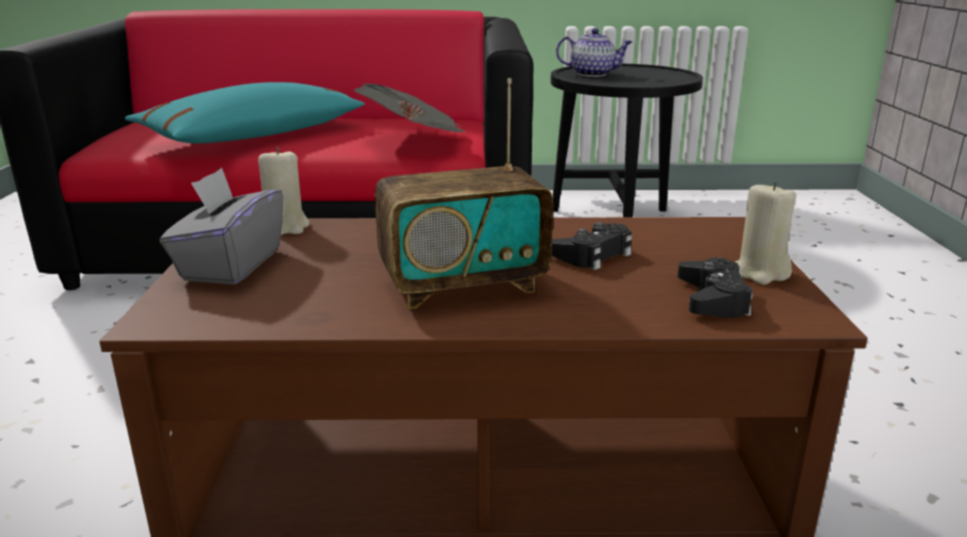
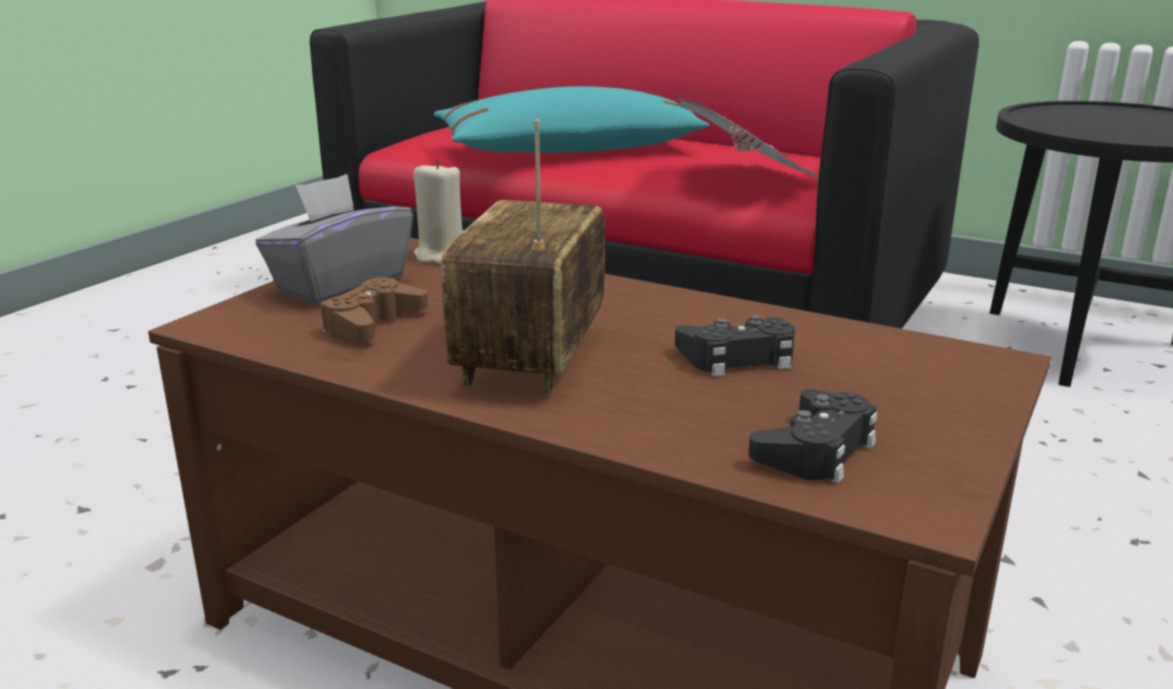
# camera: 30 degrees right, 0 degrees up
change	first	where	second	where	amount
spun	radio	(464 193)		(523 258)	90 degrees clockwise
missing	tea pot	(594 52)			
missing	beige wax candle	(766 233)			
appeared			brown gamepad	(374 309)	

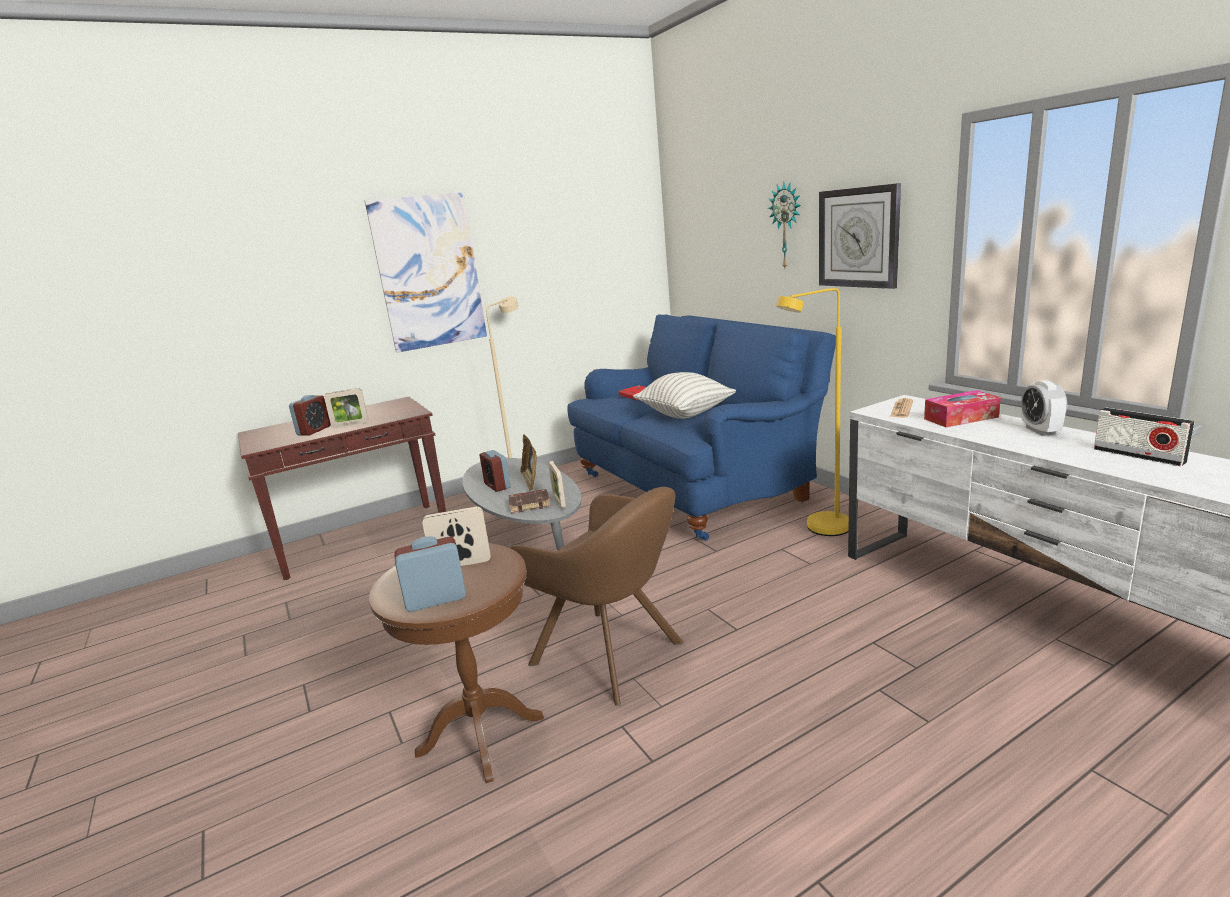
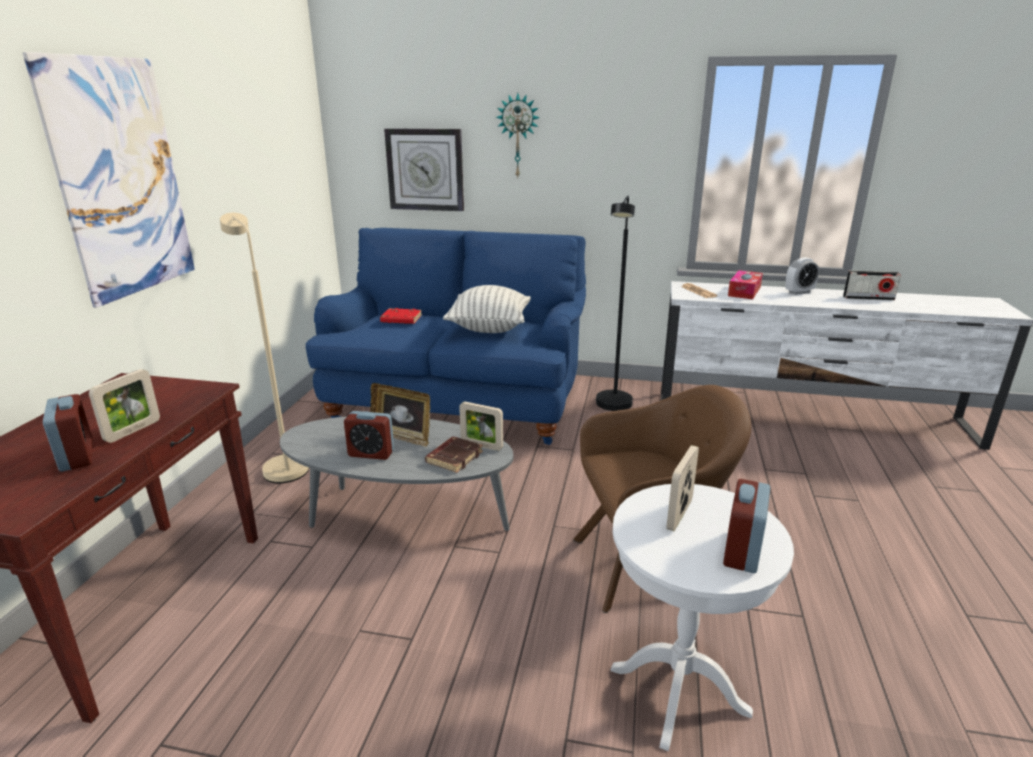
# camera: 50 degrees left, 5 degrees up
change	first	where	second	where	amount
colour	brown end table	(456 663)	white-coloured end table	(702 617)	
colour	yellow-coloured floor lamp	(812 412)	black floor lamp	(615 303)	
relocated	clock on the wall	(860 236)		(424 169)	
spun	bedside clock	(1044 408)		(802 276)	60 degrees counterclockwise

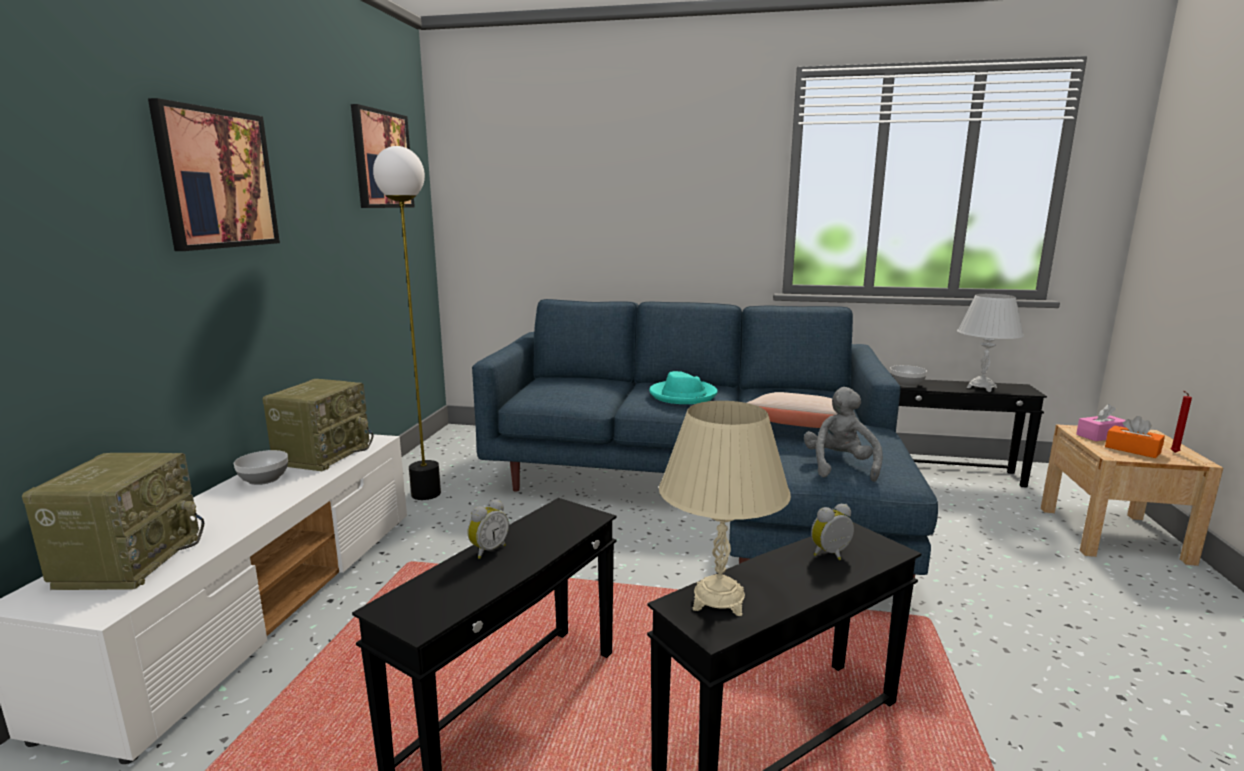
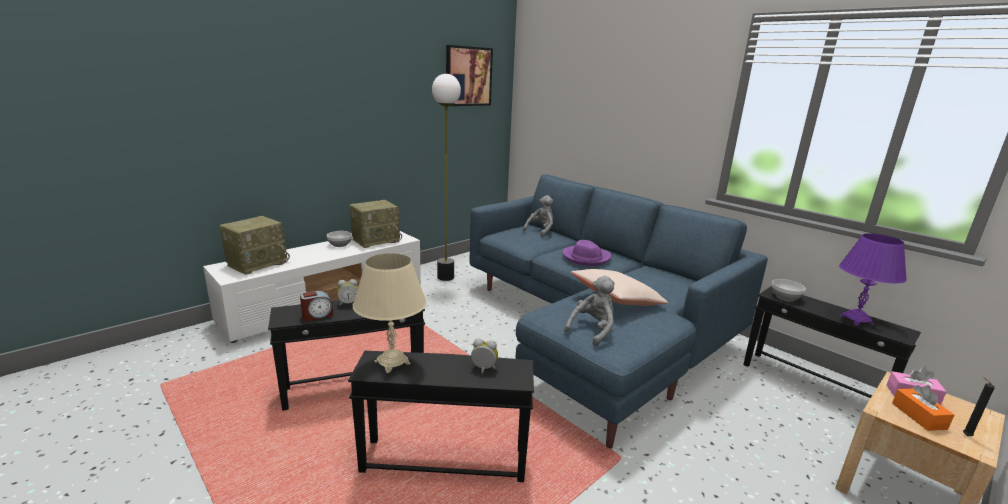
# camera: 35 degrees right, 5 degrees up
change	first	where	second	where	amount
missing	wall art	(214 174)			
colour	turquoise hat	(683 387)	purple-coloured hat	(586 253)	
colour	white-coloured table lamp	(990 343)	purple-coloured table lamp	(873 279)	
colour	reddish wax candle	(1181 422)	black wax candle	(979 406)	
appeared			bedside clock	(316 306)	
appeared			gray soft toy	(538 216)	

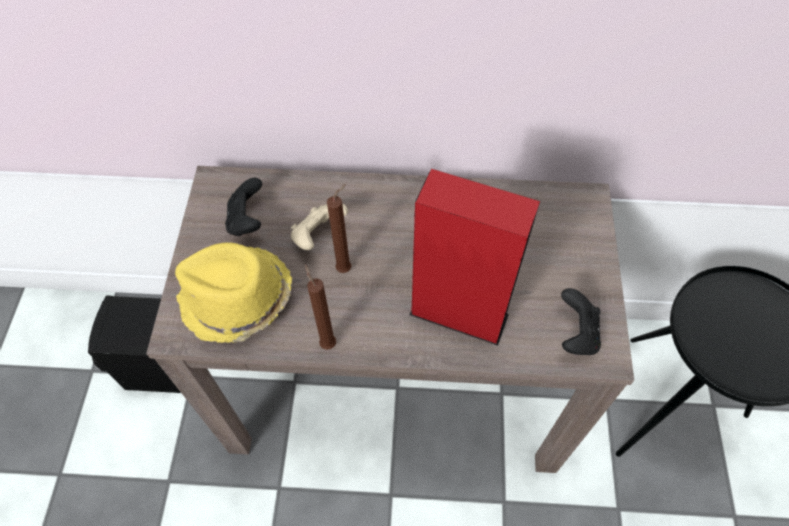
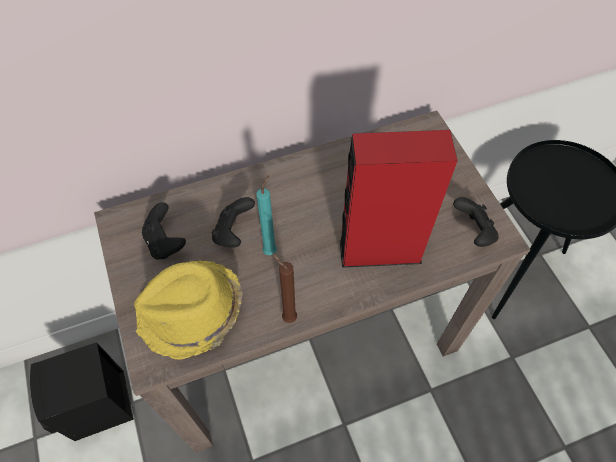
# camera: 25 degrees left, 0 degrees up
change	first	where	second	where	amount
colour	beige gamepad	(319 226)	black gamepad	(233 222)	
colour	brown wax candle	(339 228)	turquoise wax candle	(266 215)	

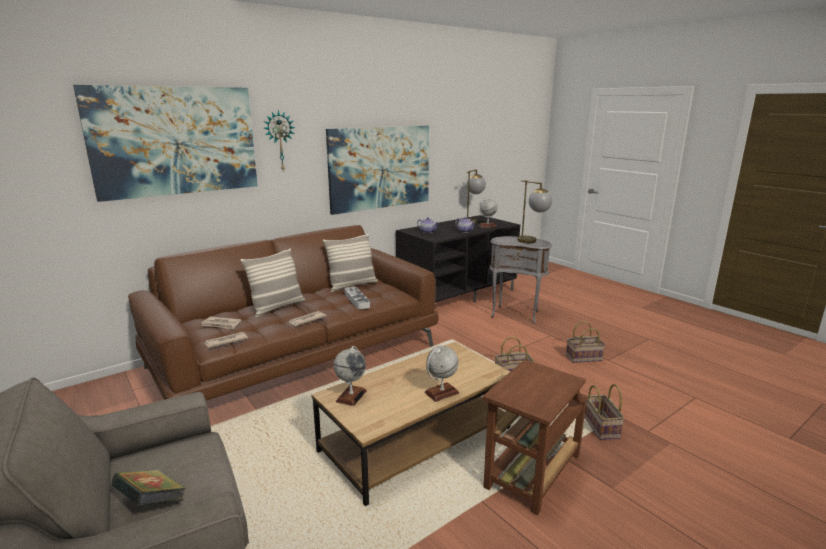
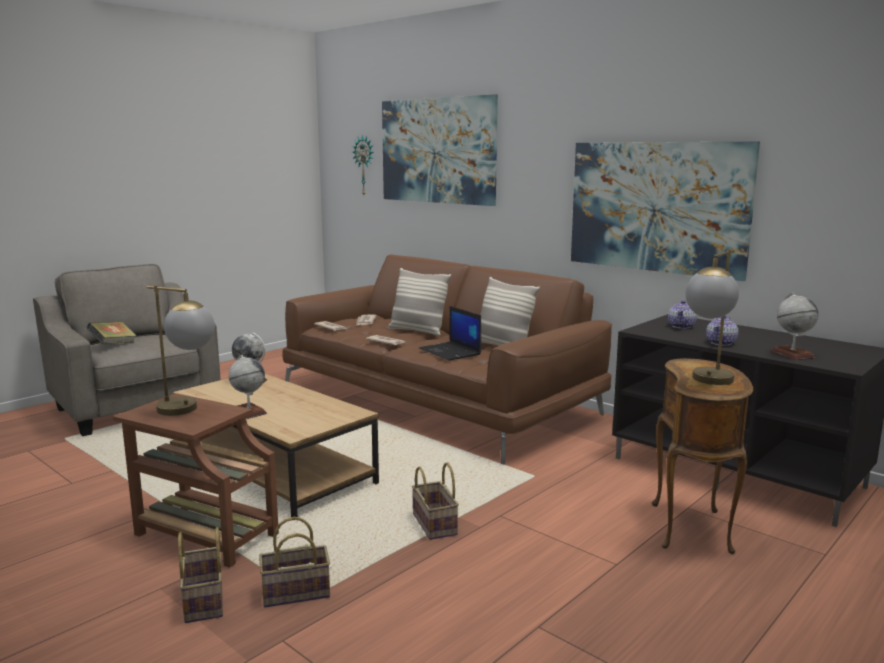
# camera: 80 degrees right, 5 degrees down
change	first	where	second	where	amount
relocated	clock on the wall	(279 140)		(363 165)	
exchanged	gray carrying tray	(357 298)	portable computer	(450 333)	
relocated	table lamp	(476 196)		(180 350)	
colour	gray end table	(520 279)	brown end table	(702 456)	
relocated	basket	(585 342)		(200 575)	

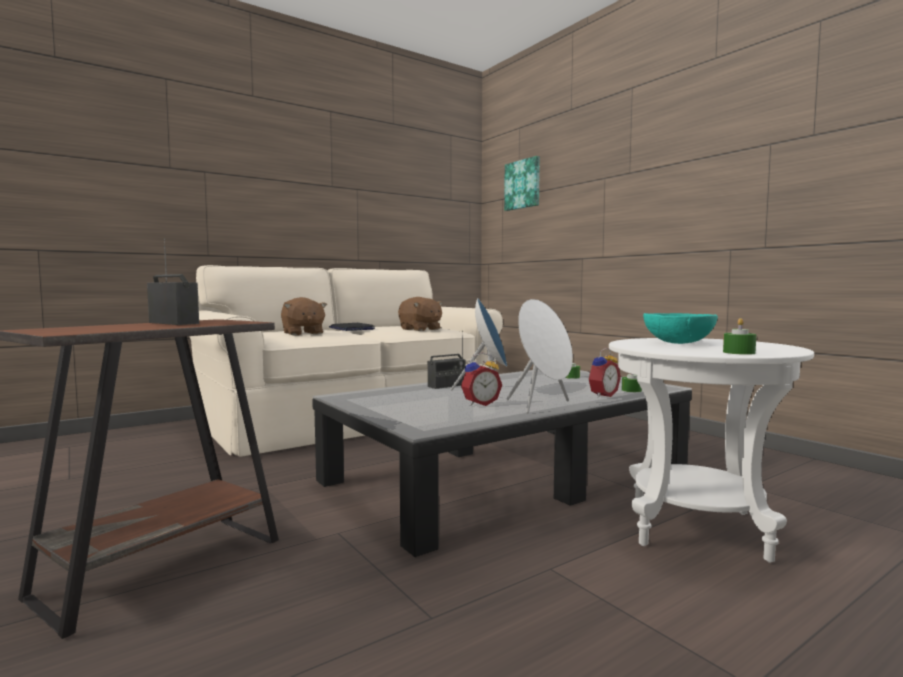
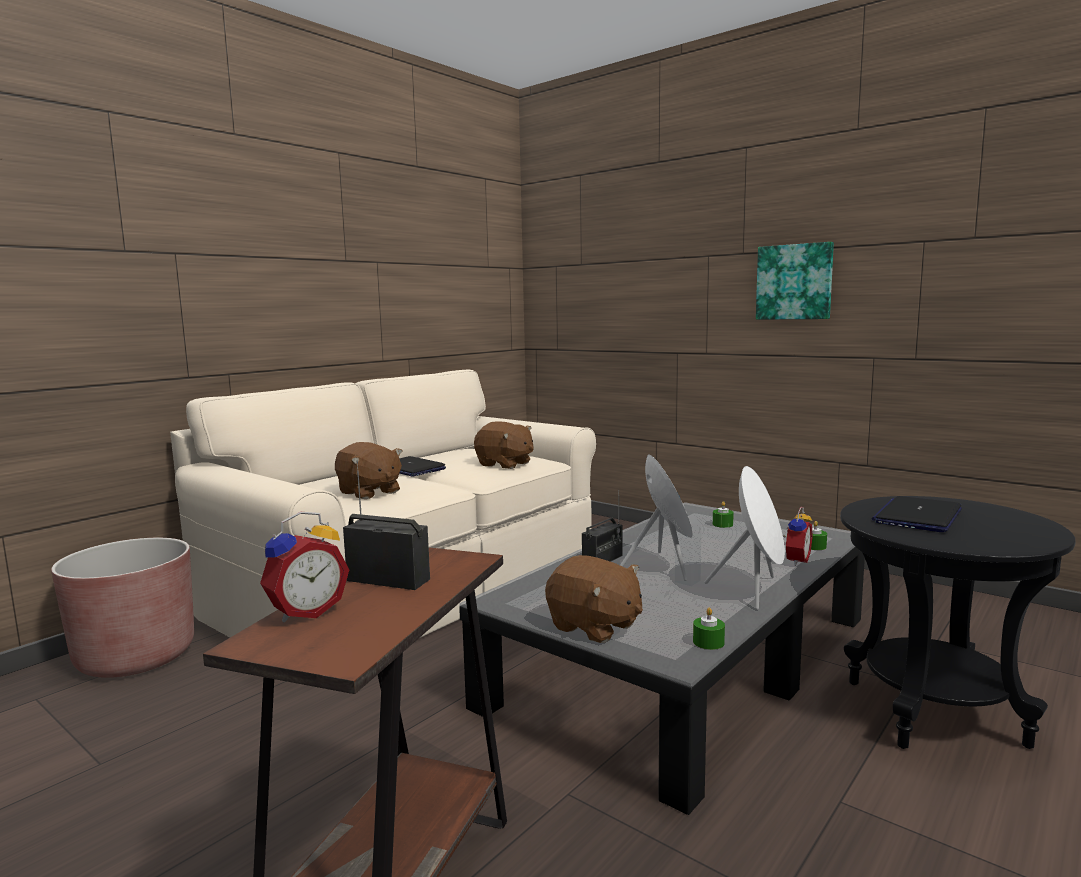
# camera: 15 degrees left, 5 degrees up
change	first	where	second	where	amount
relocated	bedside clock	(481 379)		(304 567)	
relocated	wall art	(522 183)		(795 281)	
colour	white-coloured end table	(711 450)	black end table	(957 622)	
exchanged	turquoise deep dish	(680 328)	portable computer	(917 514)	
relocated	green wax candle	(739 336)		(709 629)	
appeared			brown planter	(122 608)	
appeared			brown soft toy	(594 599)	

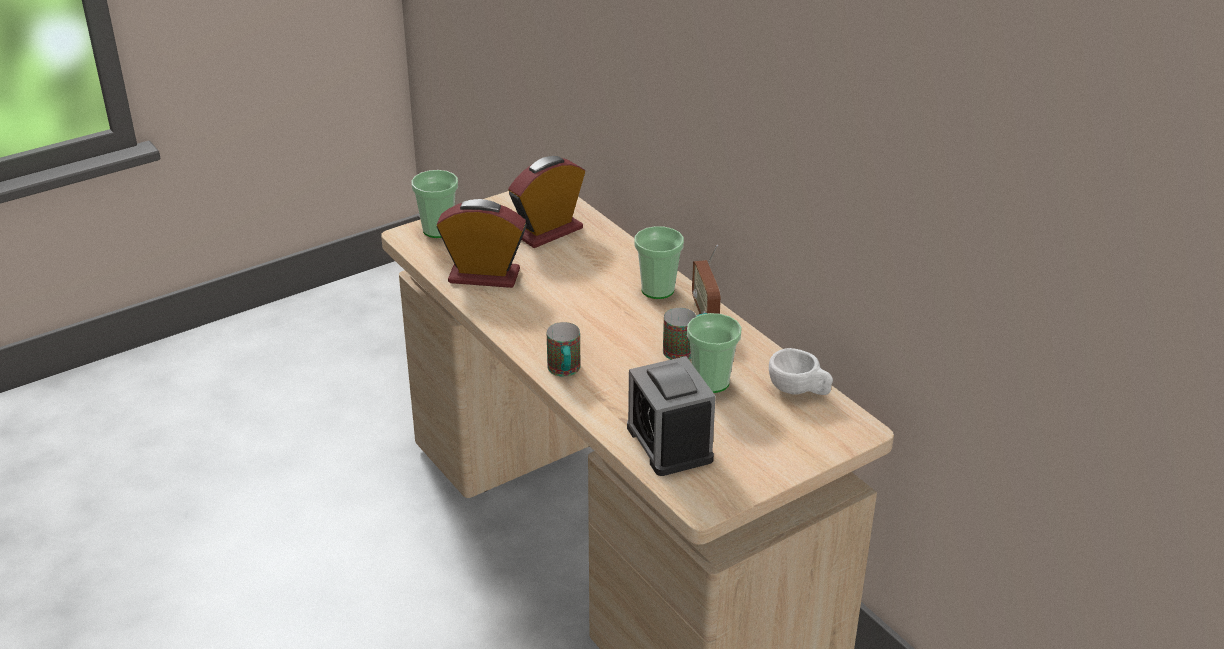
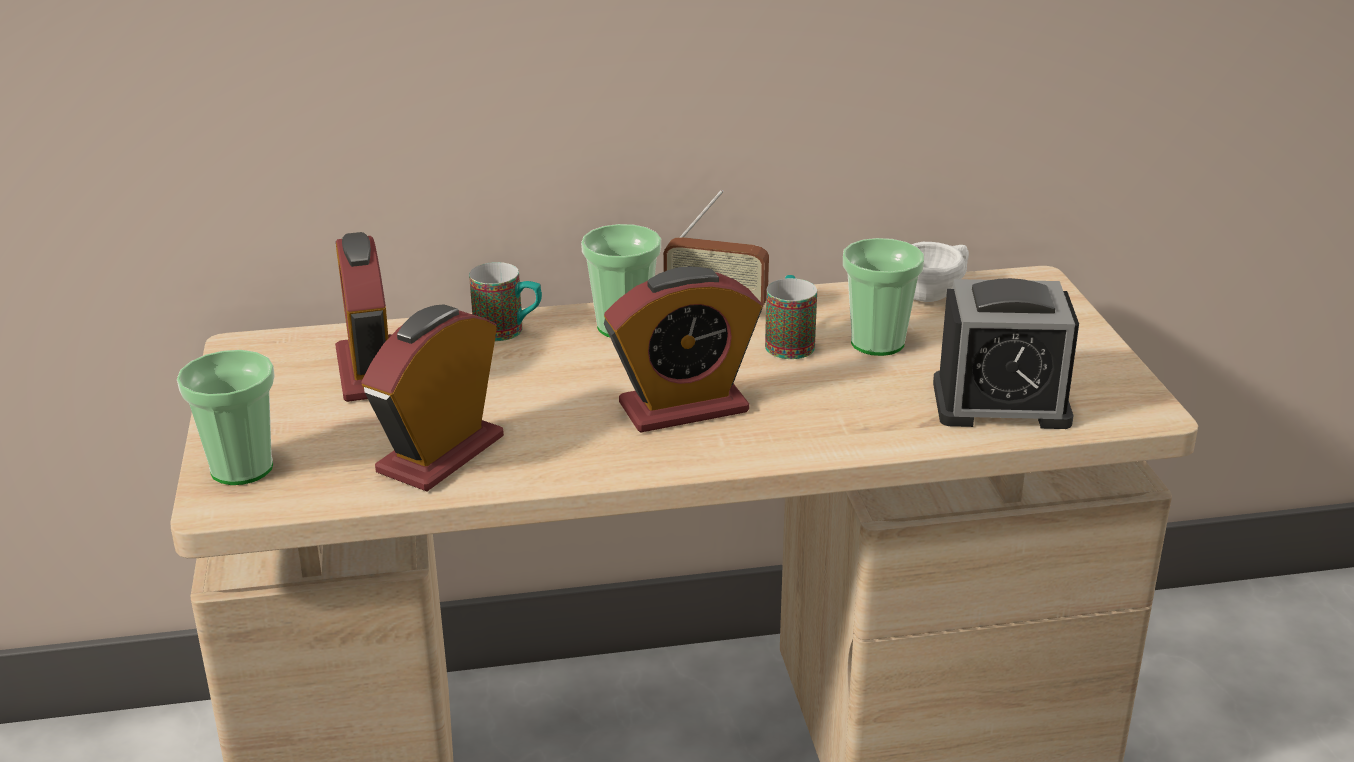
# camera: 65 degrees left, 5 degrees down
change	first	where	second	where	amount
relocated	mug	(564 349)		(505 301)	
appeared			bedside clock	(683 350)	

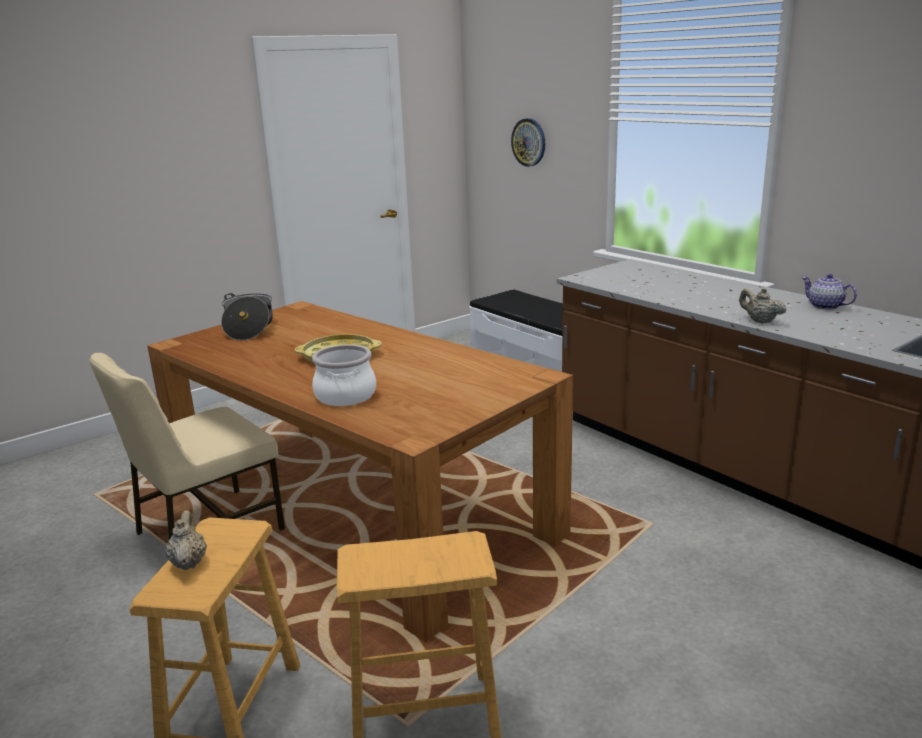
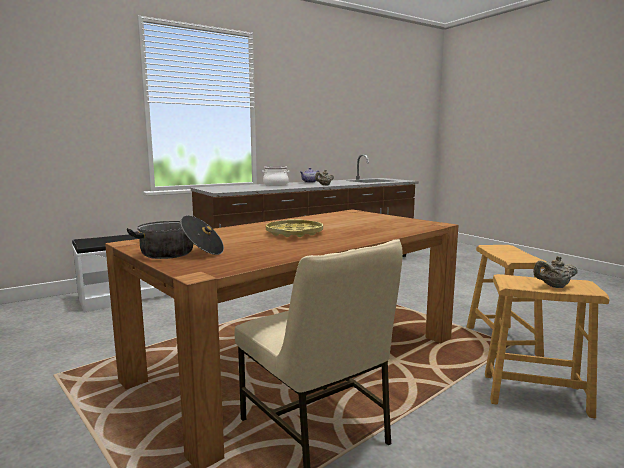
# camera: 85 degrees left, 10 degrees down
change	first	where	second	where	amount
relocated	saucepot	(344 375)		(275 176)	
missing	clock on the wall	(528 142)			

